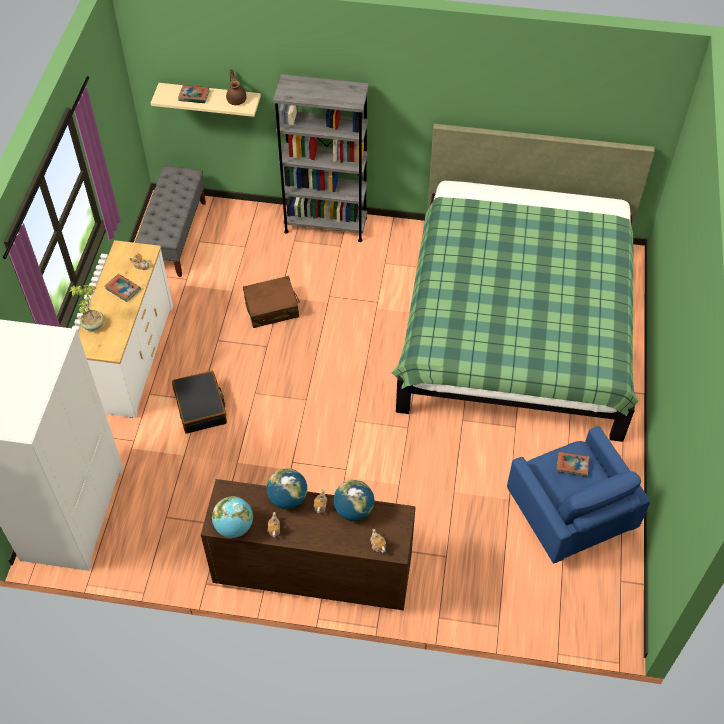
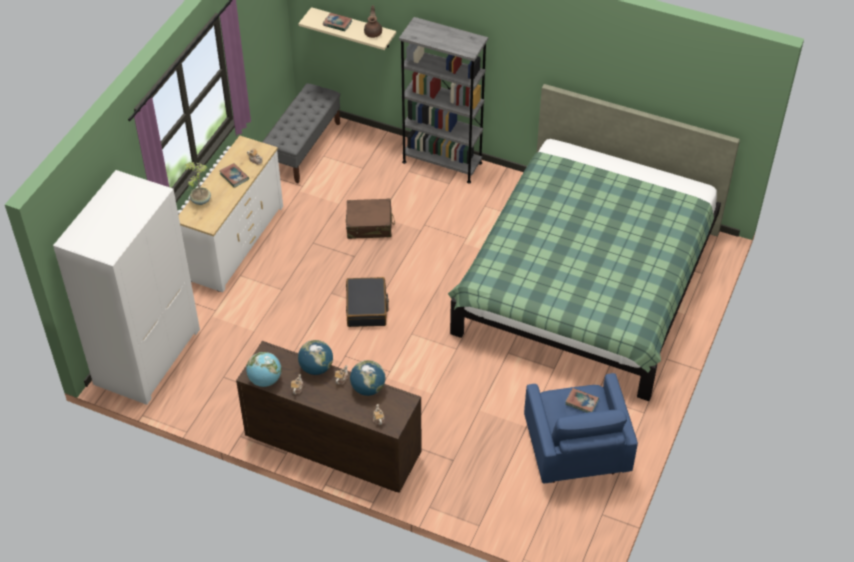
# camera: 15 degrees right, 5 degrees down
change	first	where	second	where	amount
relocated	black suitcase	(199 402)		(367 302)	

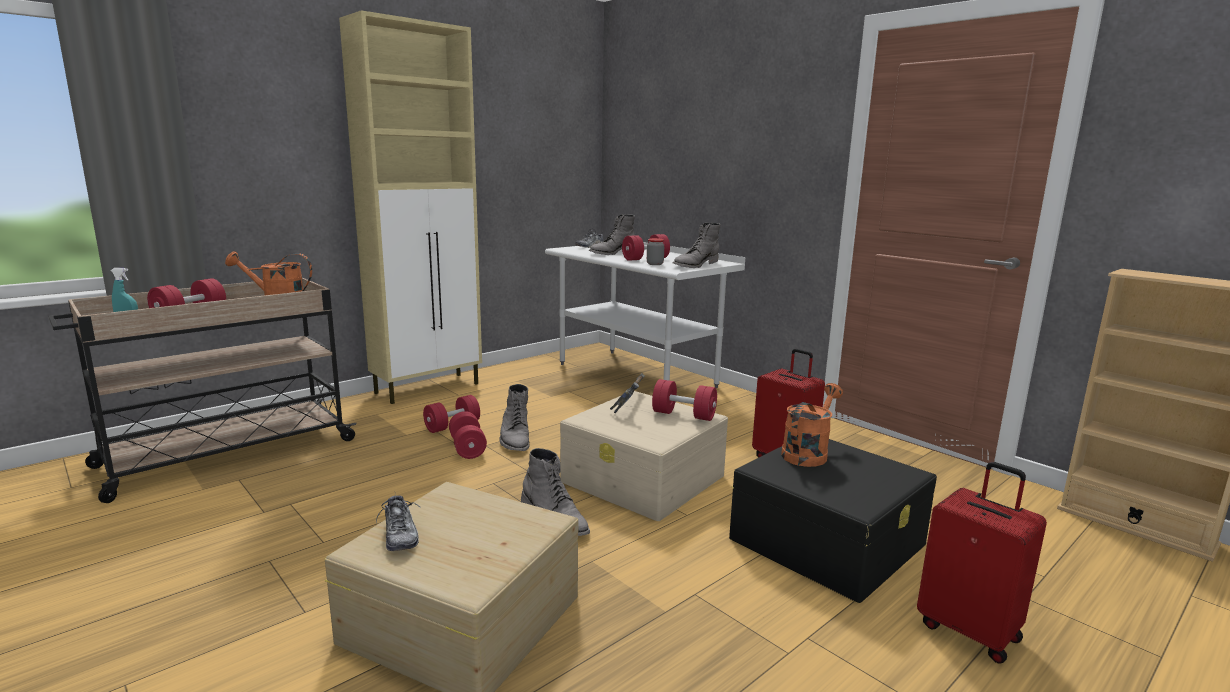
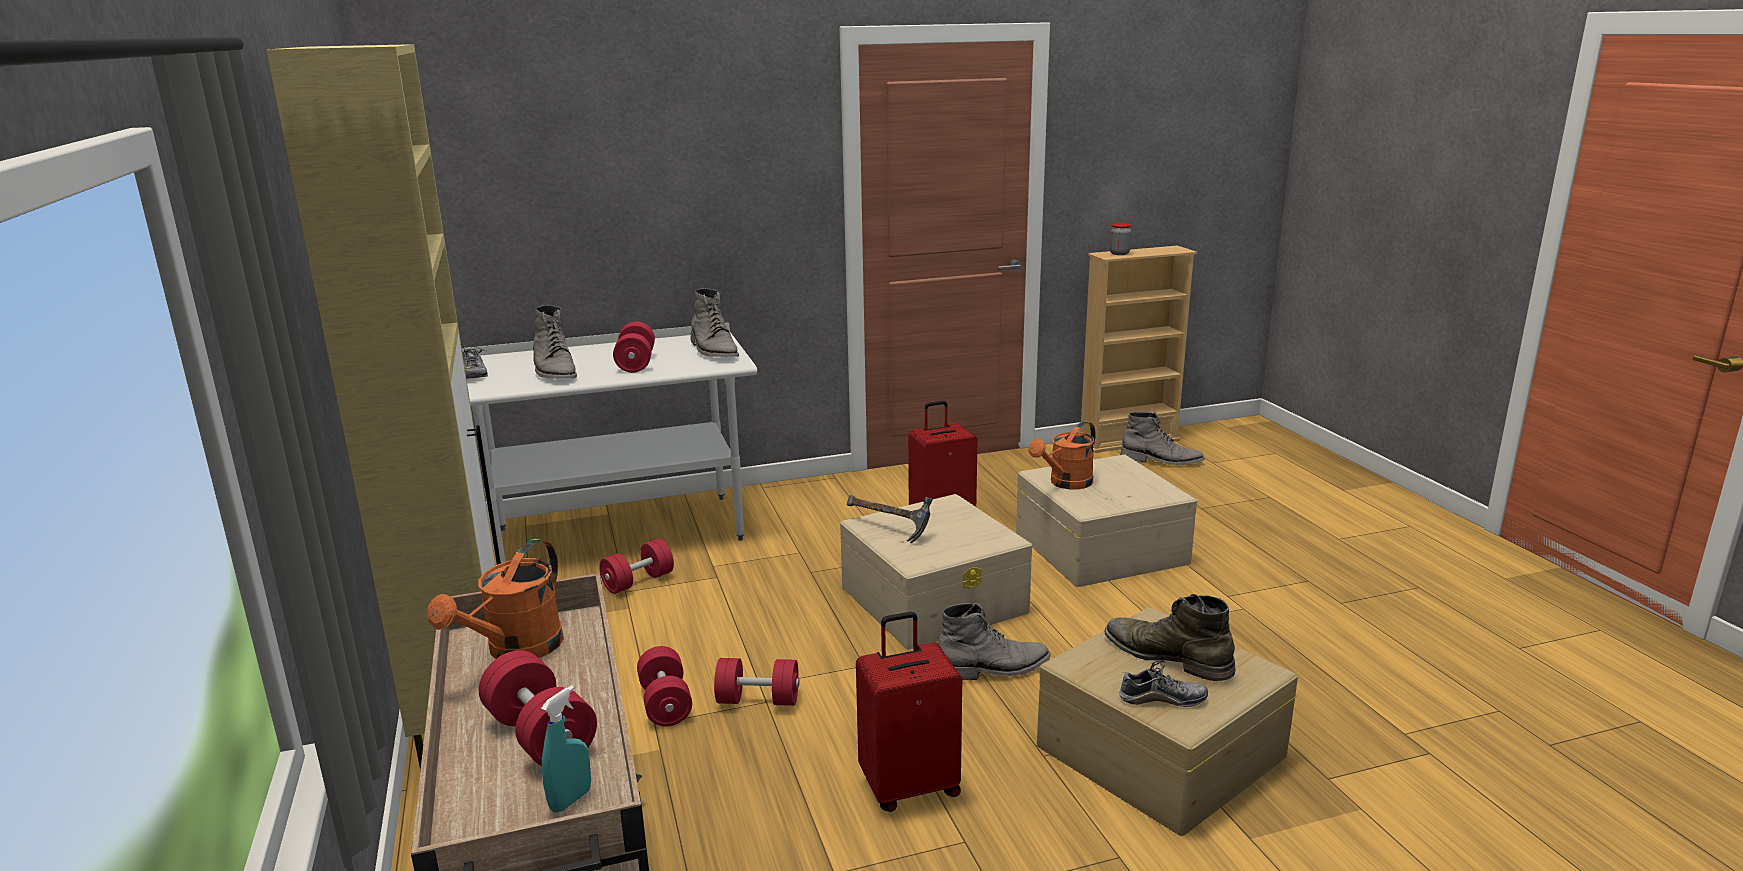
# camera: 65 degrees left, 5 degrees up
change	first	where	second	where	amount
relocated	gray boot	(514 417)		(1162 438)	
relocated	jar	(655 251)		(1121 239)	
relocated	reddish free weight	(684 400)		(636 566)	
colour	black storage bin	(833 521)	beige storage bin	(1106 521)	
spun	orange-coloured watering can	(812 425)		(1062 455)	105 degrees counterclockwise
relocated	reddish suitcase	(982 562)		(909 712)	
appeared			green boot	(1170 637)	

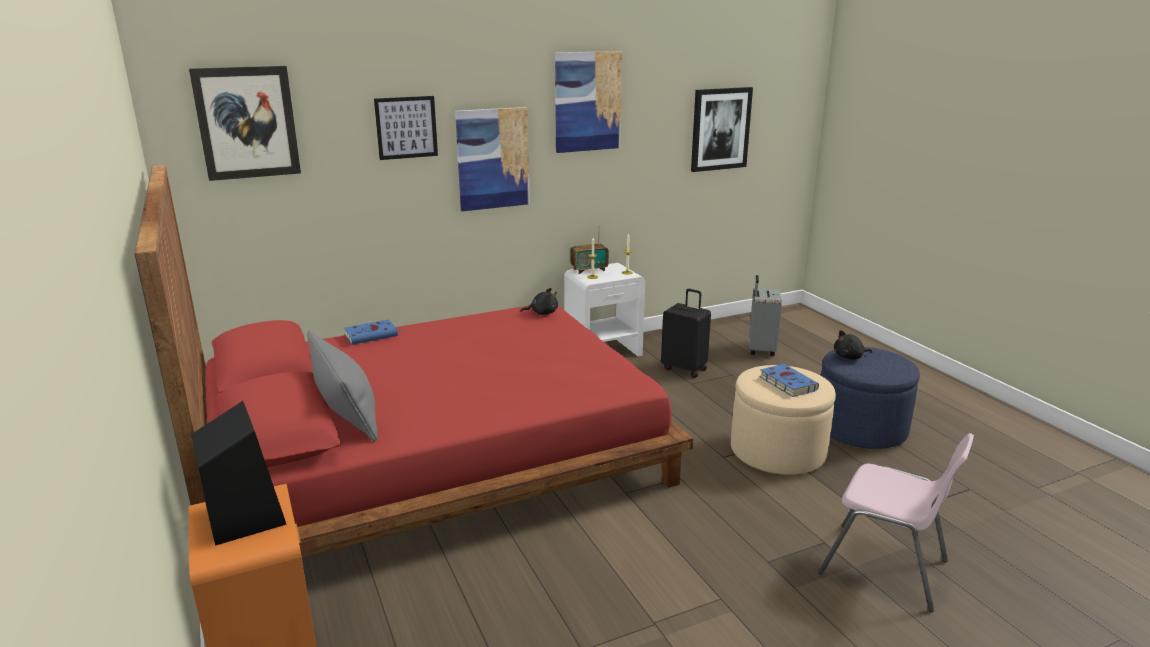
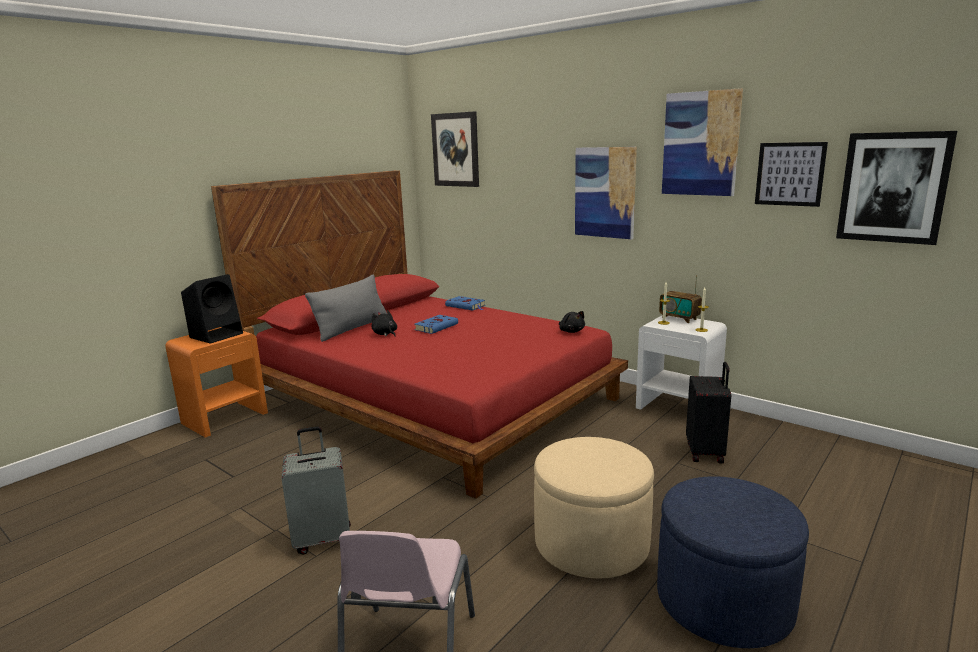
# camera: 65 degrees right, 5 degrees down
change	first	where	second	where	amount
relocated	wall art	(406 128)		(791 174)	
relocated	gray suitcase	(765 315)		(316 491)	
relocated	blue-coloured book	(789 380)		(436 324)	
relocated	black soft toy	(853 345)		(384 323)	

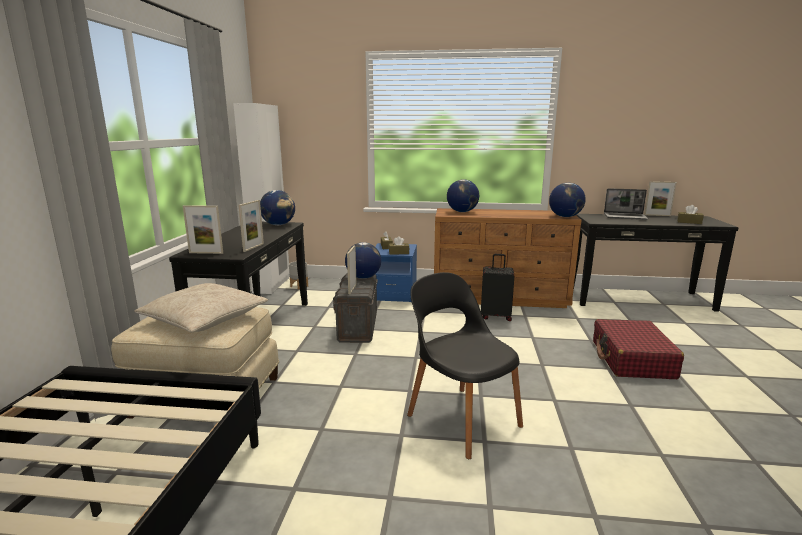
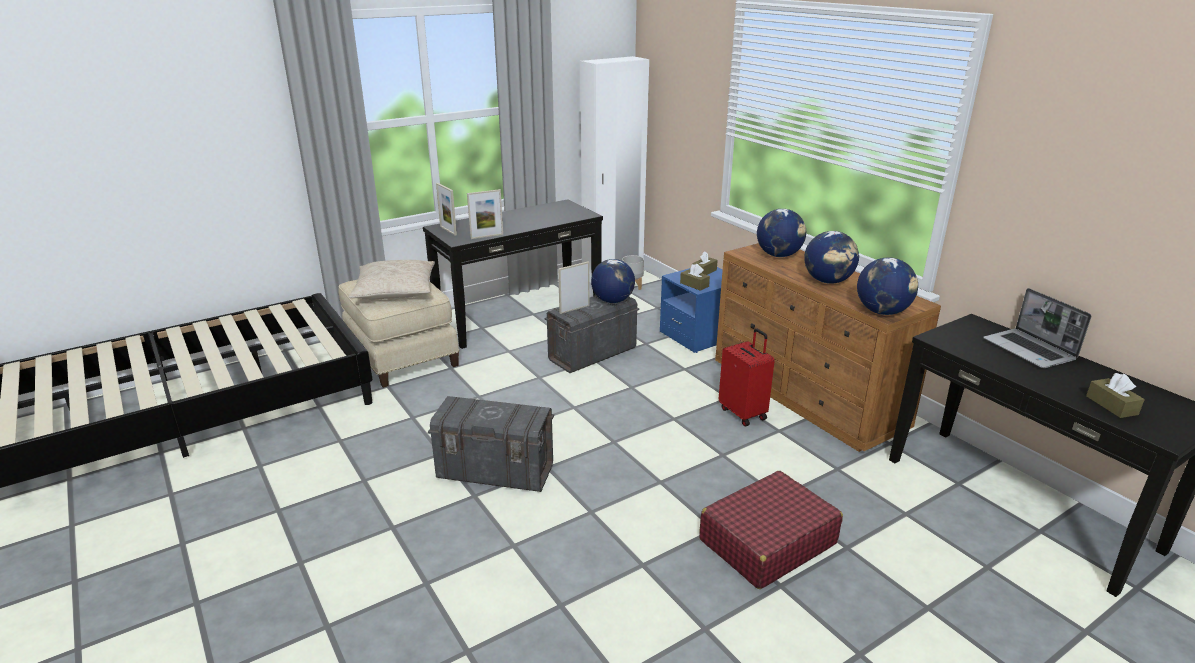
# camera: 50 degrees right, 10 degrees up
change	first	where	second	where	amount
relocated	world globe	(277 207)		(831 257)	
exchanged	black plain chair	(465 365)	gray storage bin	(491 444)	
colour	black suitcase	(497 287)	reddish suitcase	(747 377)	
missing	photo frame	(660 198)			

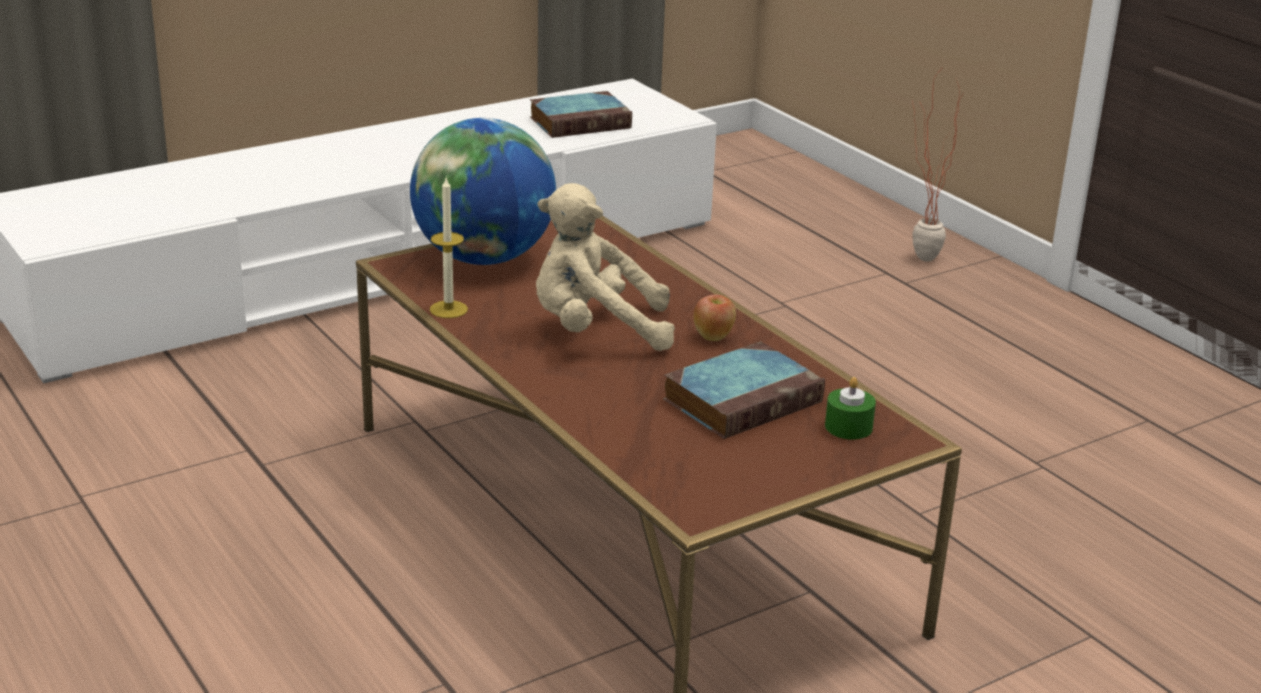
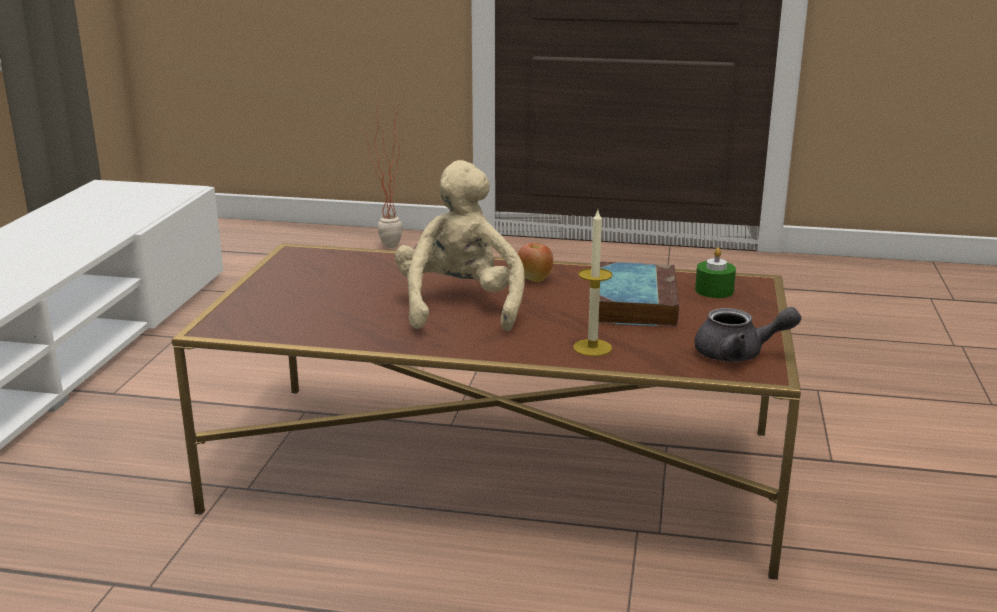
# camera: 45 degrees left, 5 degrees down
change	first	where	second	where	amount
missing	world globe	(483 191)			
relocated	wax candle	(449 248)		(593 283)	
missing	book	(581 114)			
spun	beige soft toy	(605 267)		(460 245)	135 degrees clockwise
appeared			gray tea pot	(747 334)	

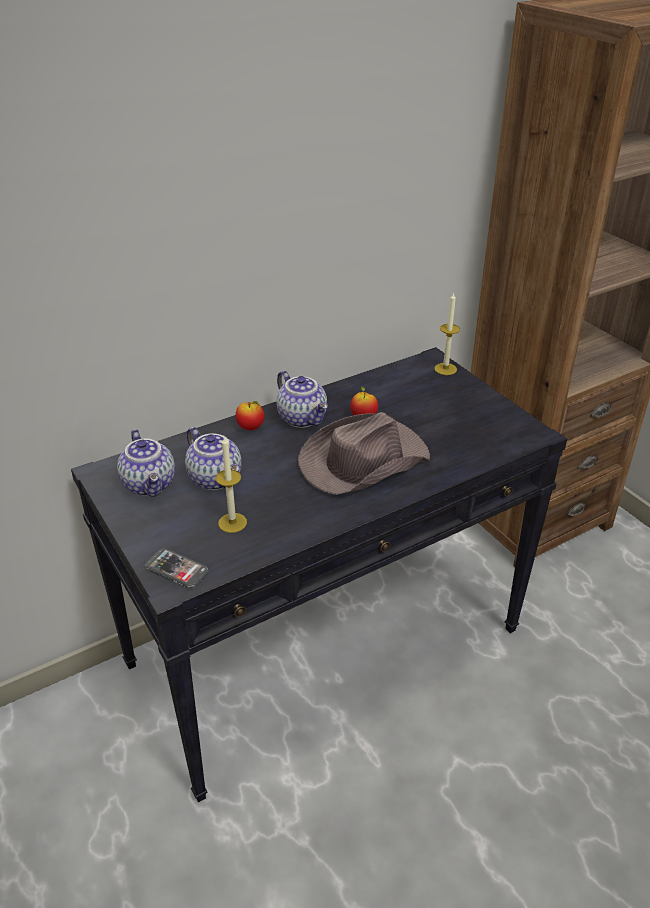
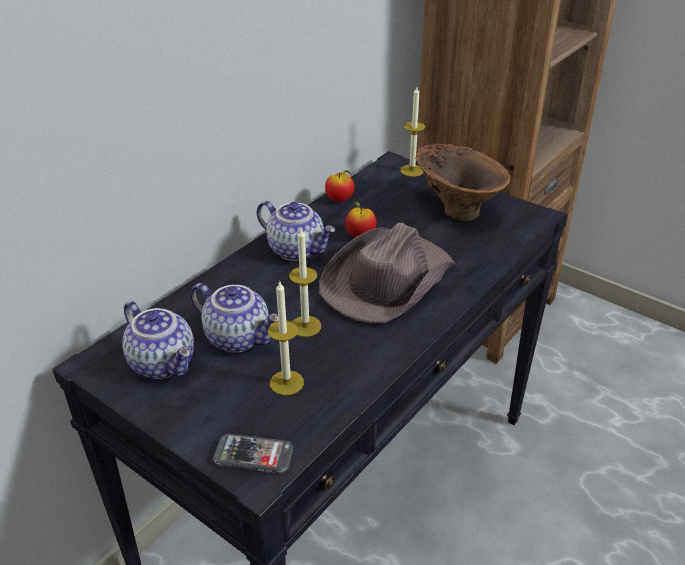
# camera: 20 degrees left, 0 degrees up
change	first	where	second	where	amount
relocated	apple fruit	(250 415)		(340 186)	
appeared			wax candle	(305 283)	
appeared			brown flower vase	(462 183)	

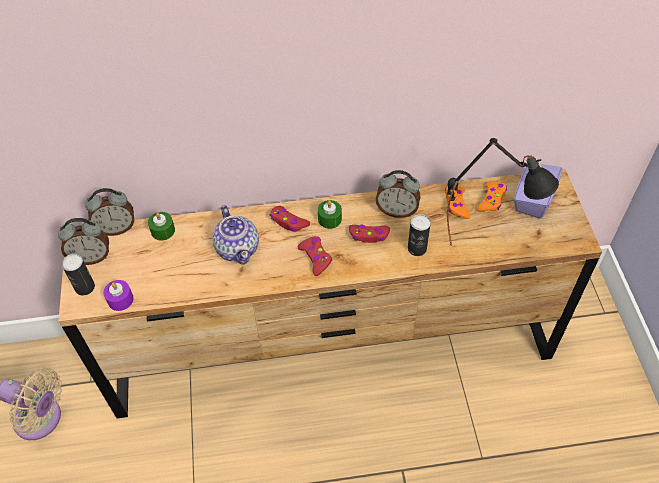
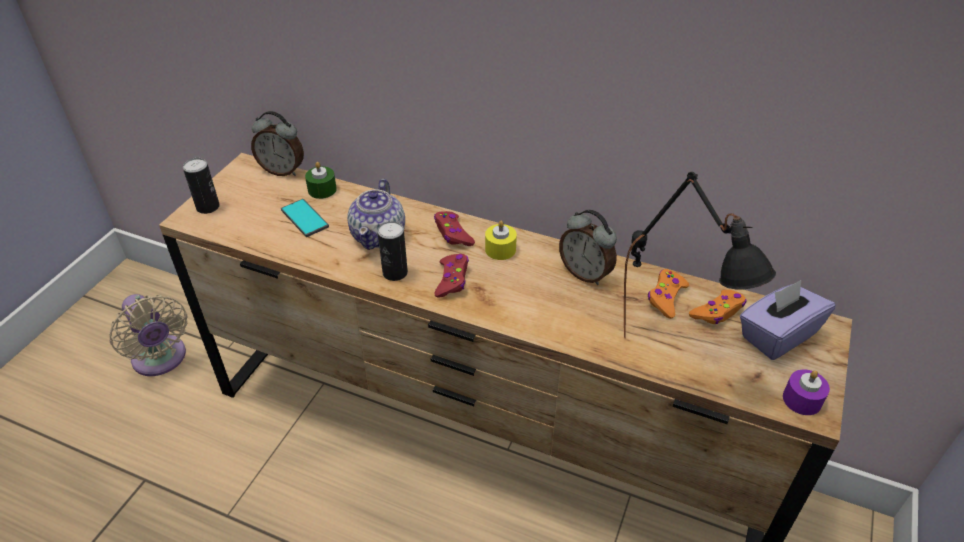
# camera: 30 degrees right, 10 degrees down
change	first	where	second	where	amount
missing	bedside clock	(83 241)			
relocated	purple-coloured wax candle	(118 295)		(806 392)	
colour	green wax candle	(330 214)	yellow-coloured wax candle	(501 240)	
missing	reddish gamepad	(369 234)			
relocated	can	(419 235)		(393 251)	
appeared			phone	(305 218)	

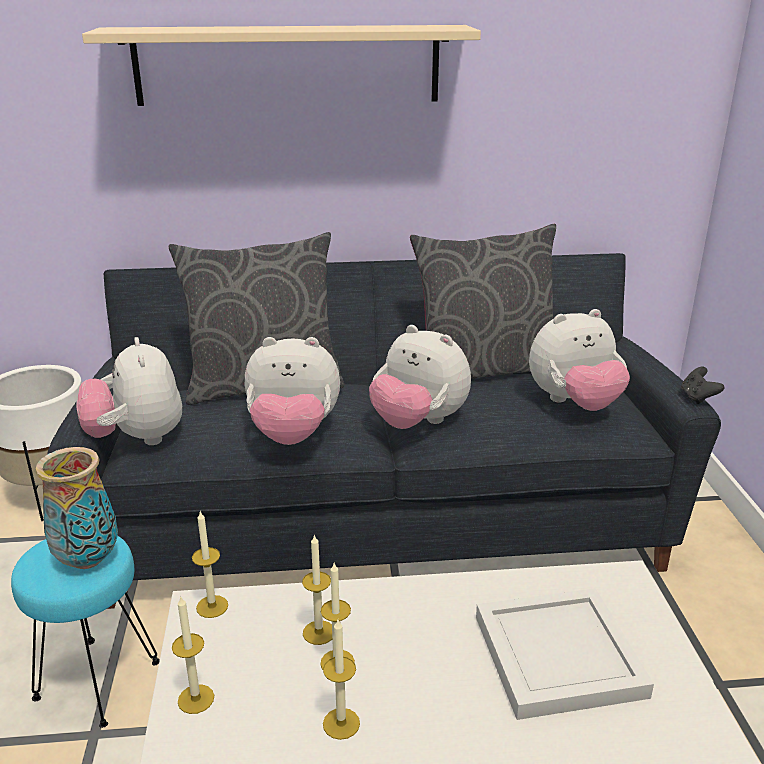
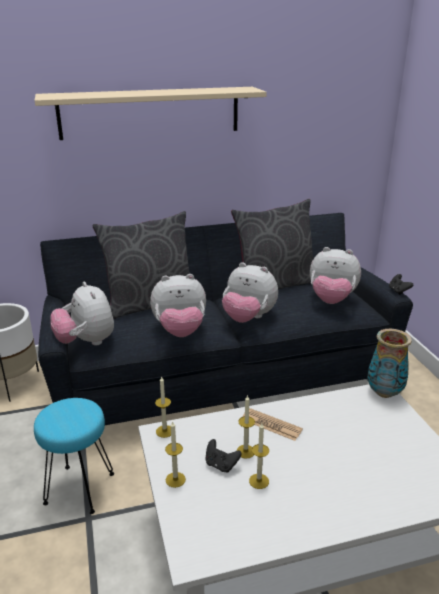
# camera: 10 degrees left, 0 degrees up
change	first	where	second	where	amount
relocated	flower vase	(76 508)		(390 363)	
missing	wax candle	(317 589)			
missing	white-coloured carrying tray	(565 654)			
spun	soft toy	(579 360)		(335 275)	45 degrees clockwise
appeared			black gamepad	(224 456)	
appeared			newspaper	(273 424)	

